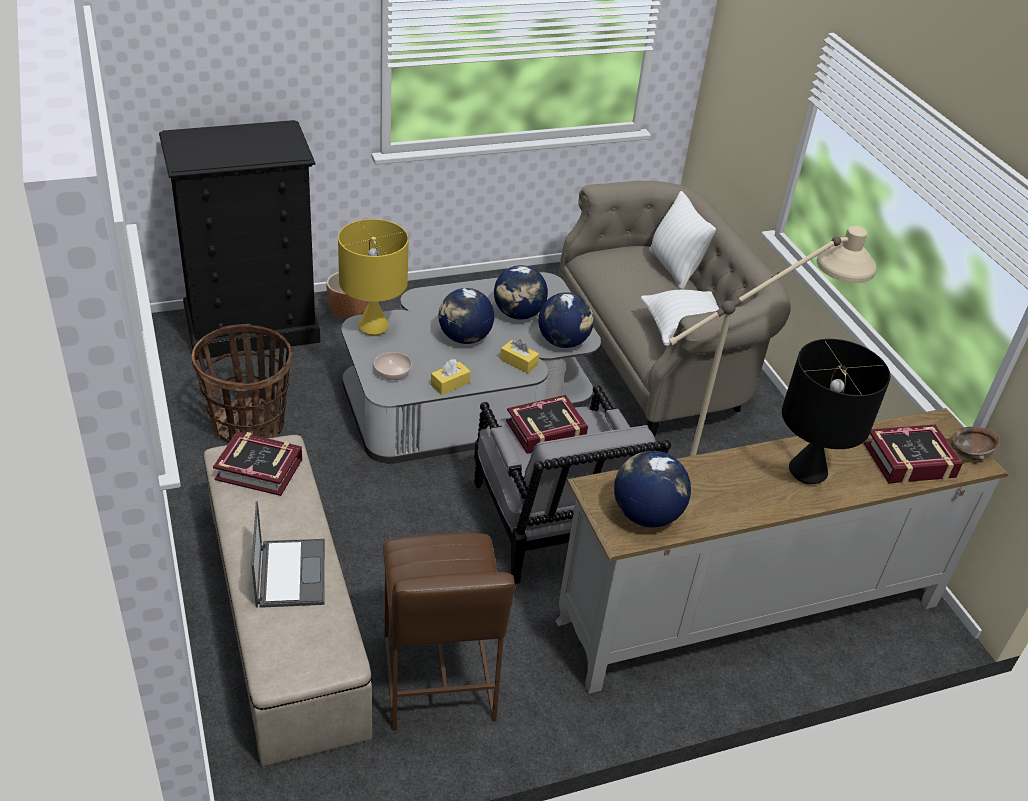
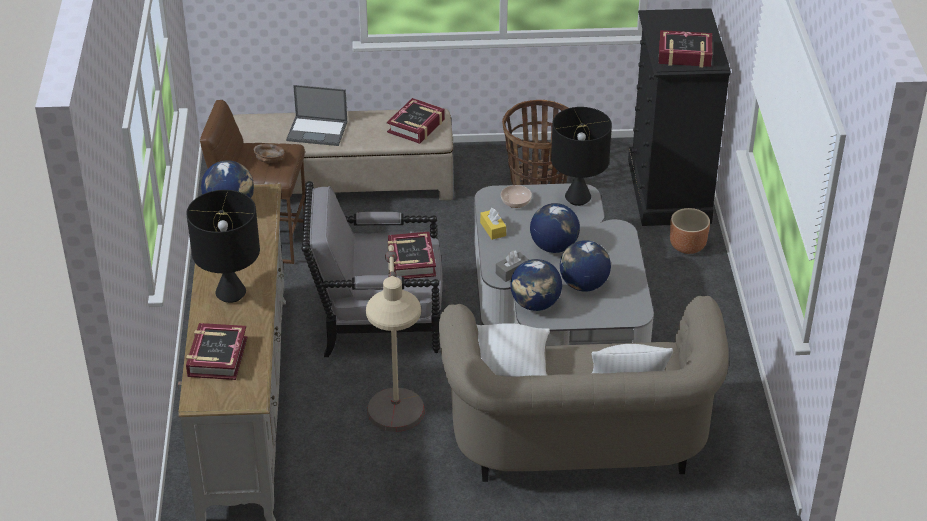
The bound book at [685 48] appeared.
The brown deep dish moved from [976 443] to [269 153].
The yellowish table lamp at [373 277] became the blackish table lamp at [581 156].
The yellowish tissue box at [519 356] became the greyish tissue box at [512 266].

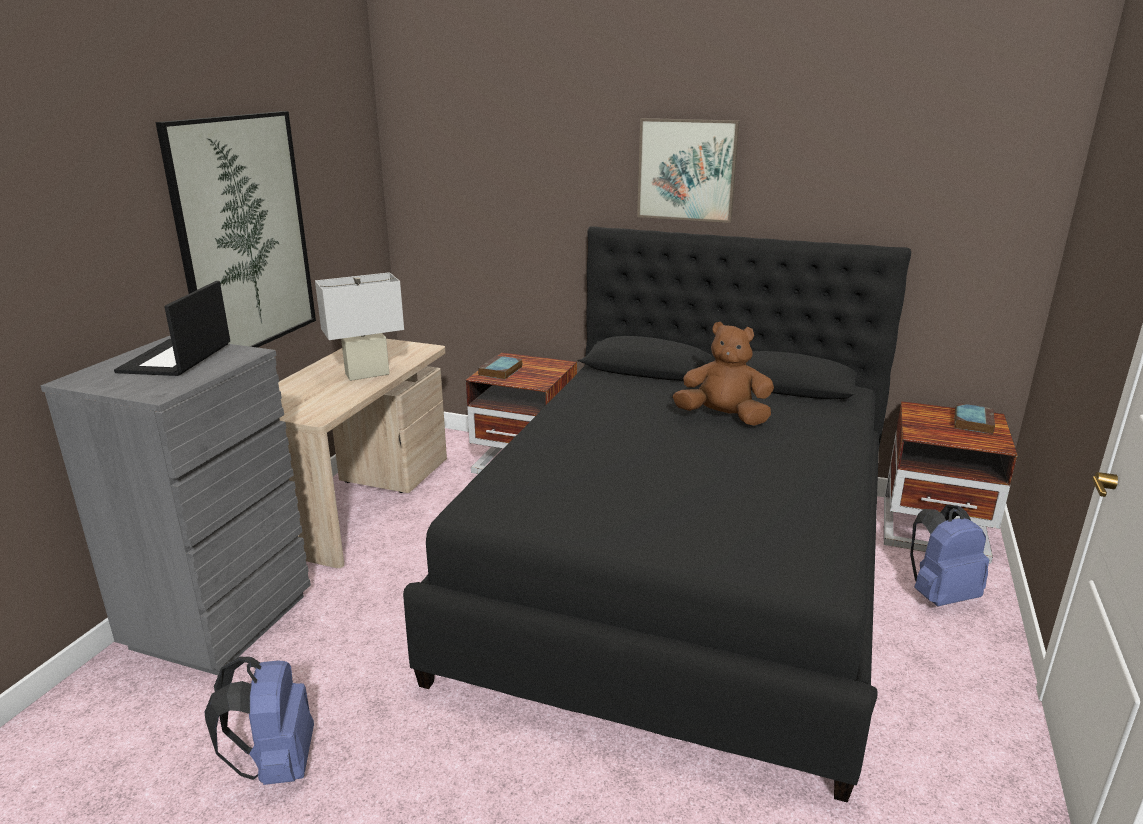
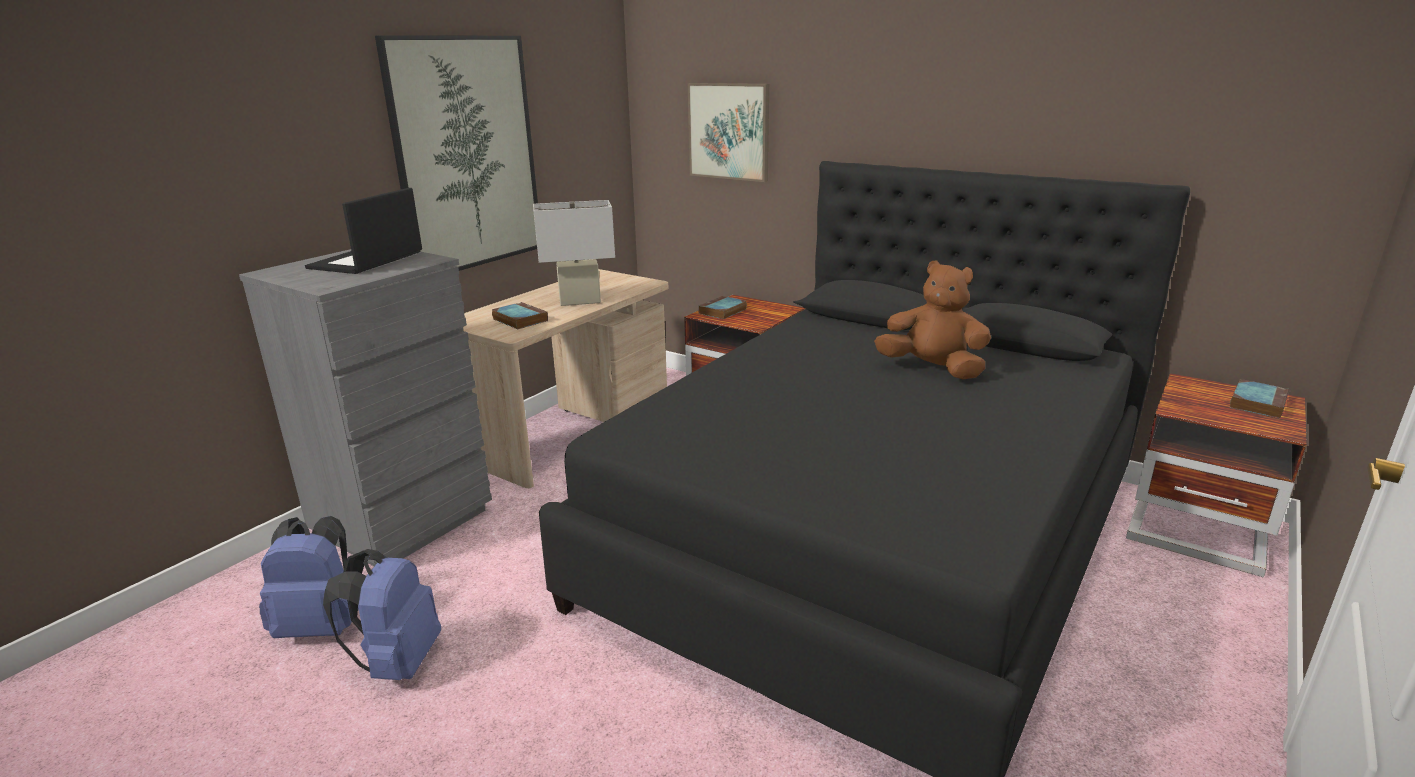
The bound book at [520 315] appeared.
The wall picture moved from [688 170] to [728 132].
The blue-coloured rucksack moved from [949 556] to [309 577].

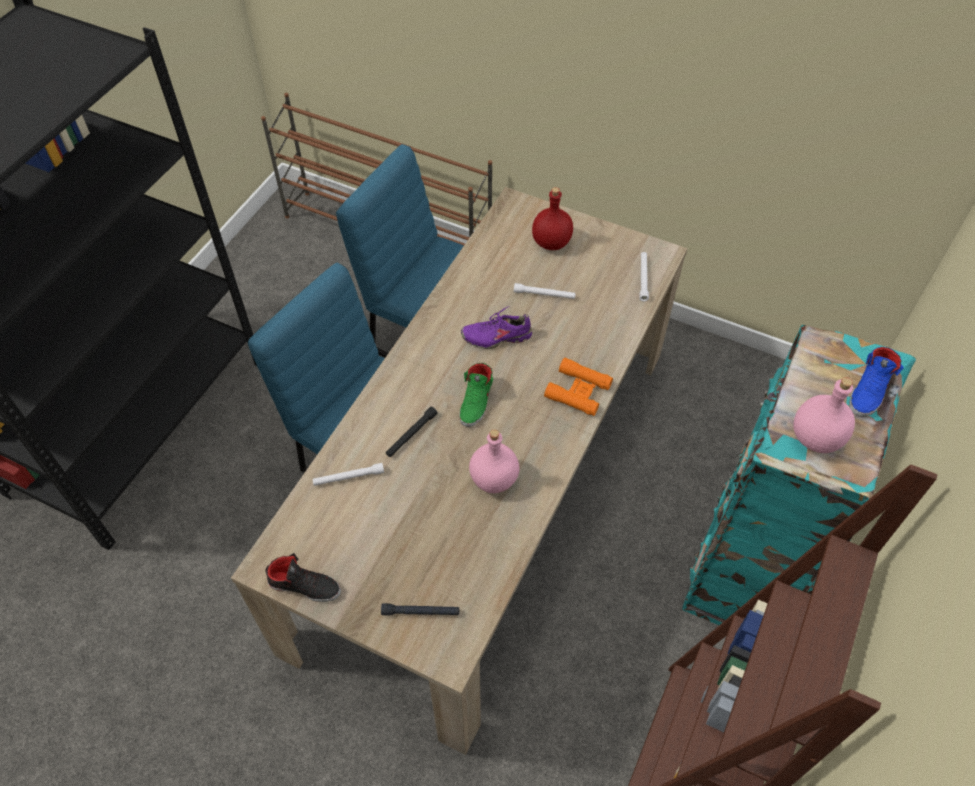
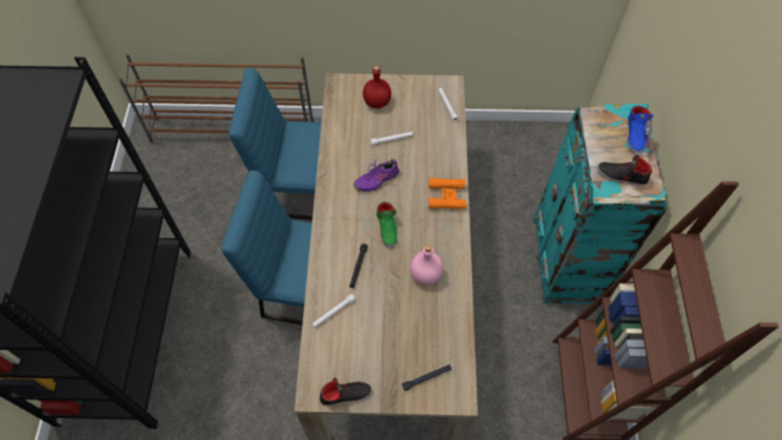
The pink bottle at [824 415] was replaced by the blackish low shoe at [624 170].

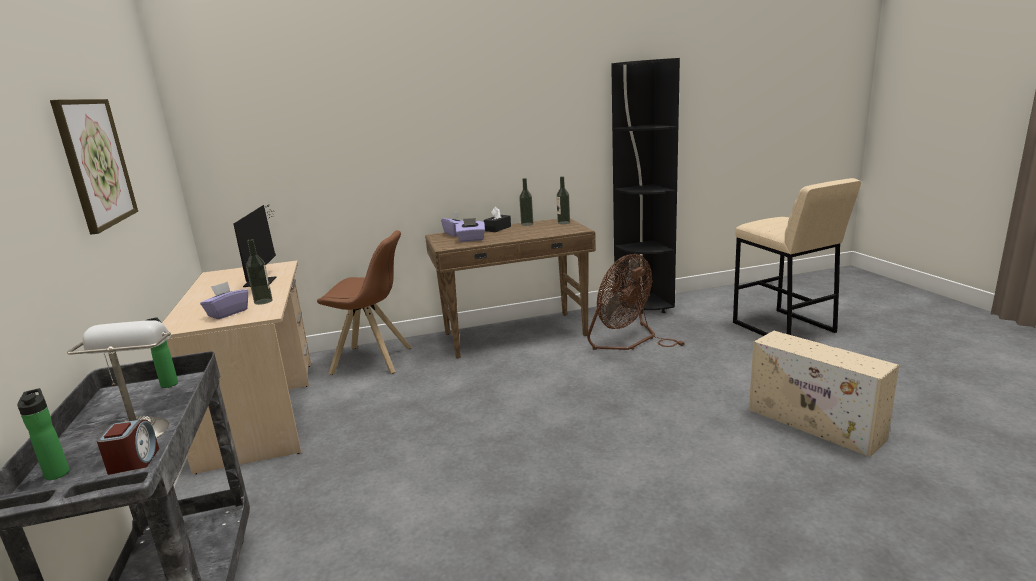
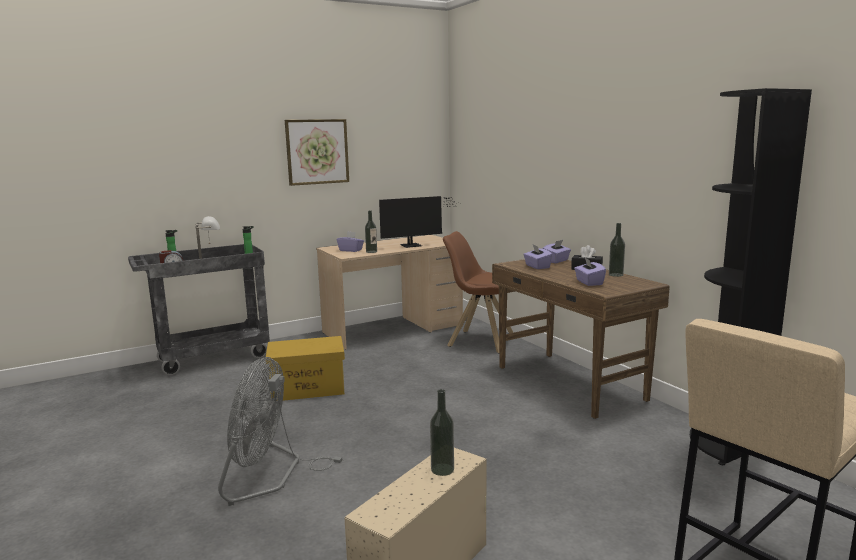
The brown cooling fan at [636 302] disappeared.
The greyish cooling fan at [281 431] appeared.
The yellowish storage container at [305 368] appeared.
The purple-coloured tissue box at [590 272] appeared.
The bottle moved from [563 200] to [442 432].
The brown plain chair at [364 302] turned 120 degrees clockwise.

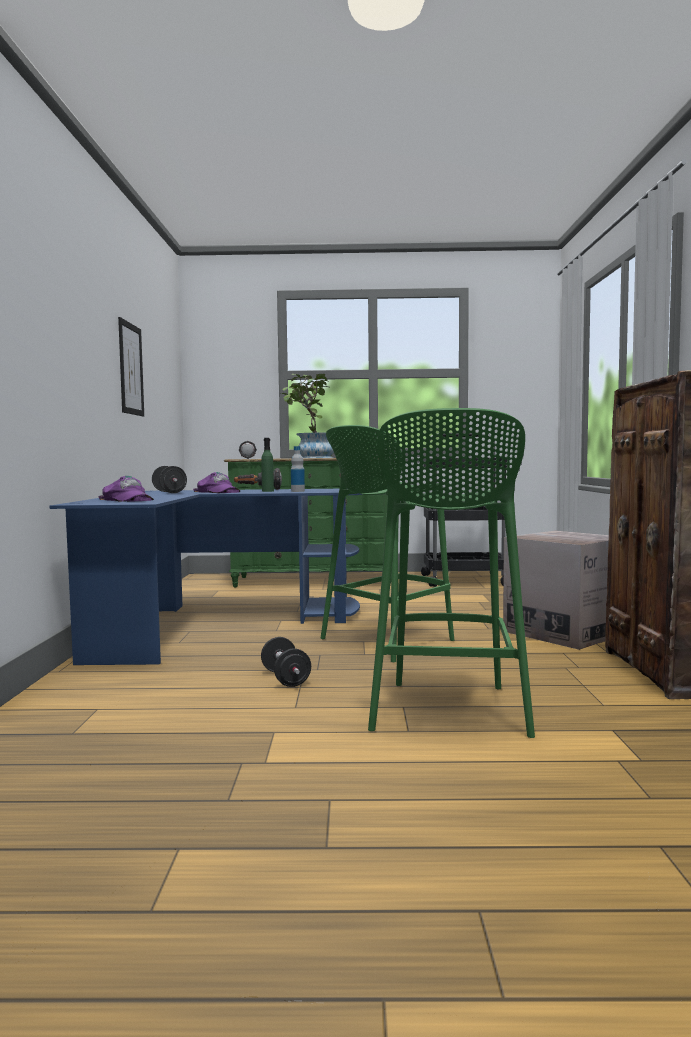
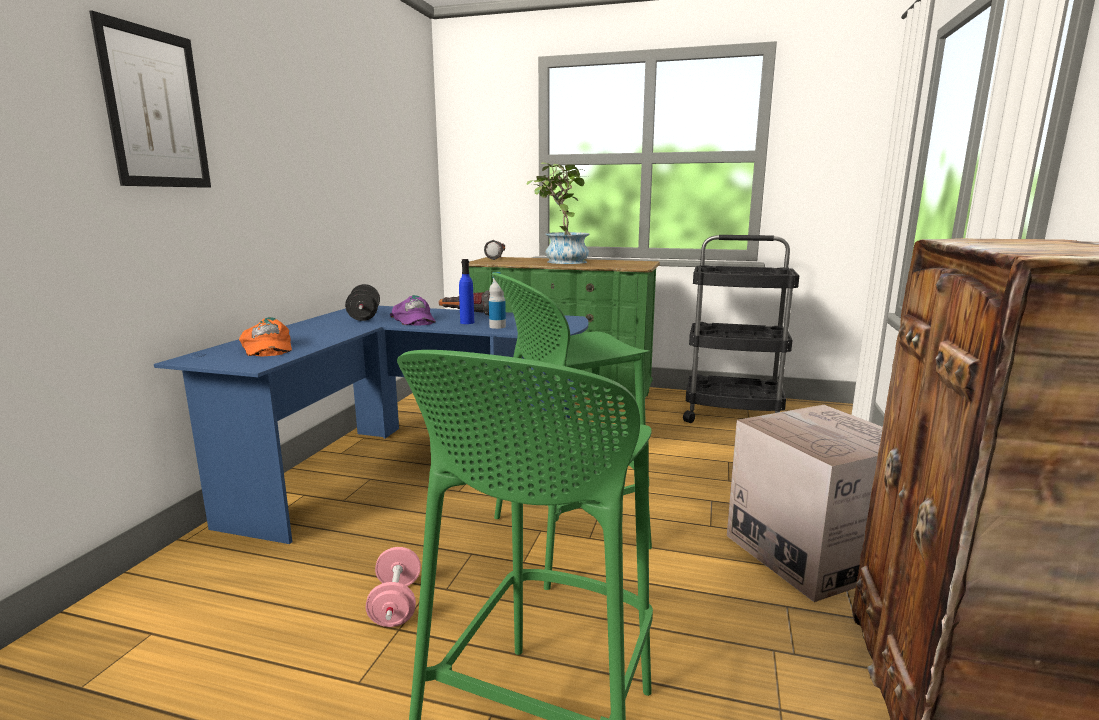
The wall picture moved from [131 366] to [150 99].
The purple-coloured peaked cap at [126 489] became the orangey peaked cap at [265 336].
The greenish bottle at [267 465] became the blue-coloured bottle at [466 291].
The blackish free weight at [286 662] became the pink free weight at [393 587].

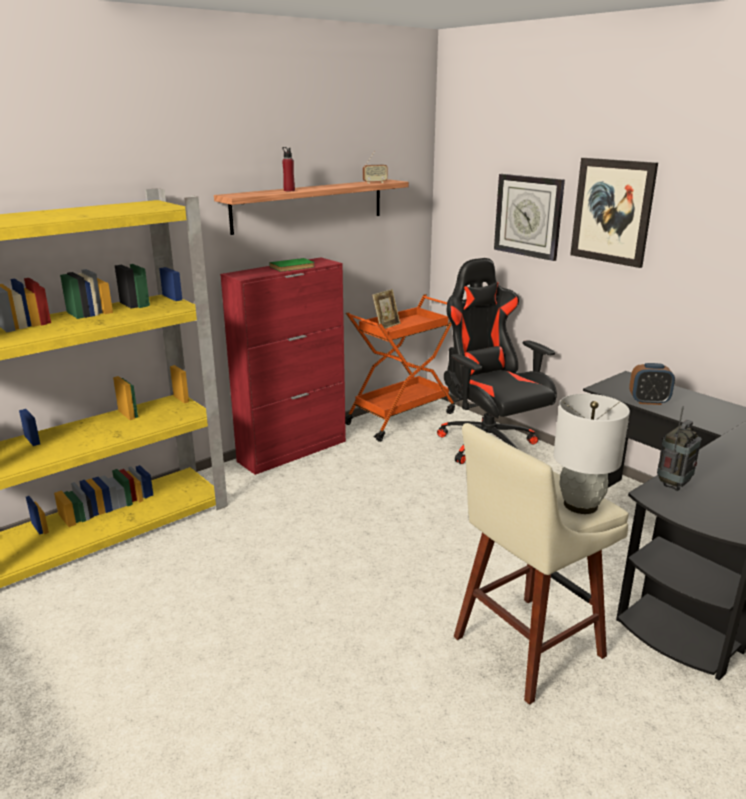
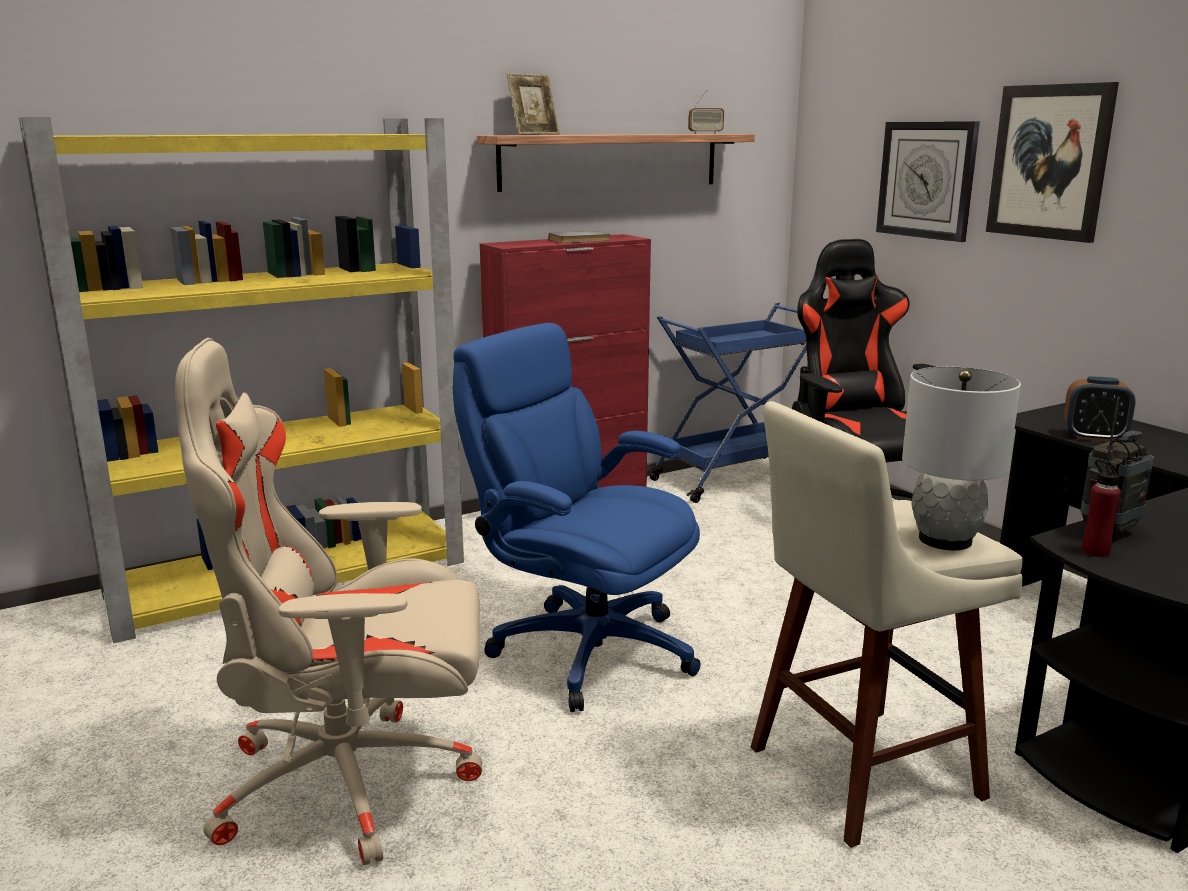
The beige-coloured computer chair at [328 601] appeared.
The blue-coloured computer chair at [576 517] appeared.
The reddish bottle moved from [288 169] to [1101 508].
The standing frame moved from [386 309] to [533 104].
The greenish bound book at [292 265] became the greyish bound book at [579 237].
The orangey cart at [399 368] became the blue-coloured cart at [727 403].

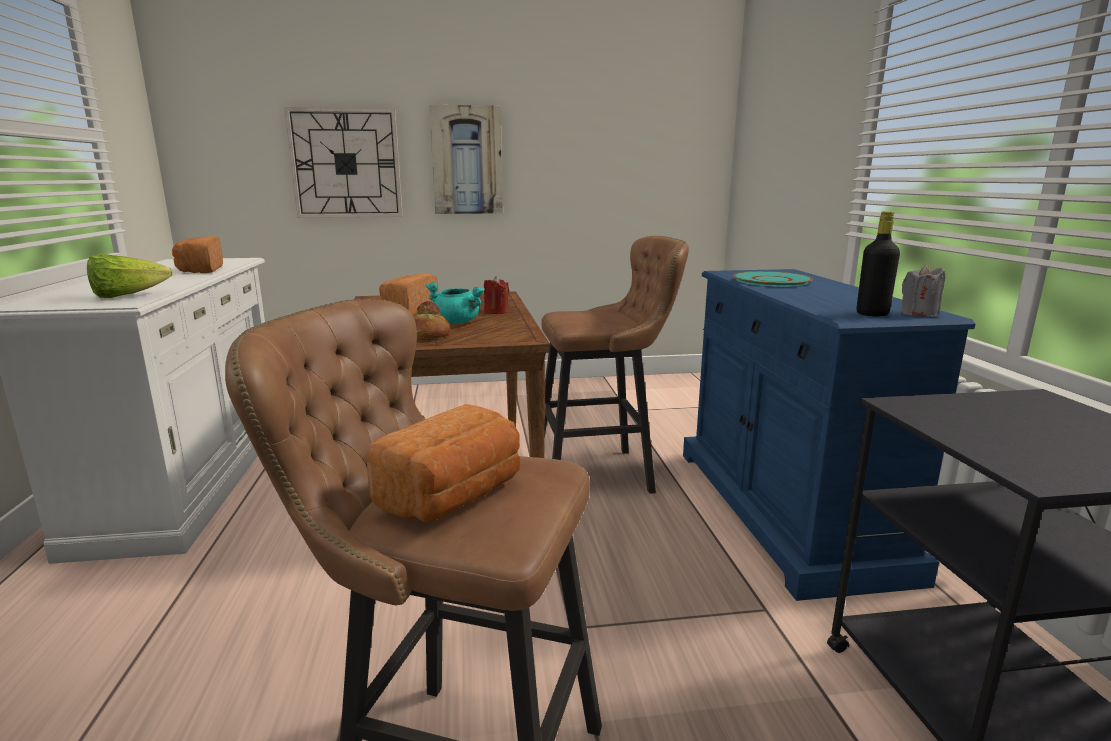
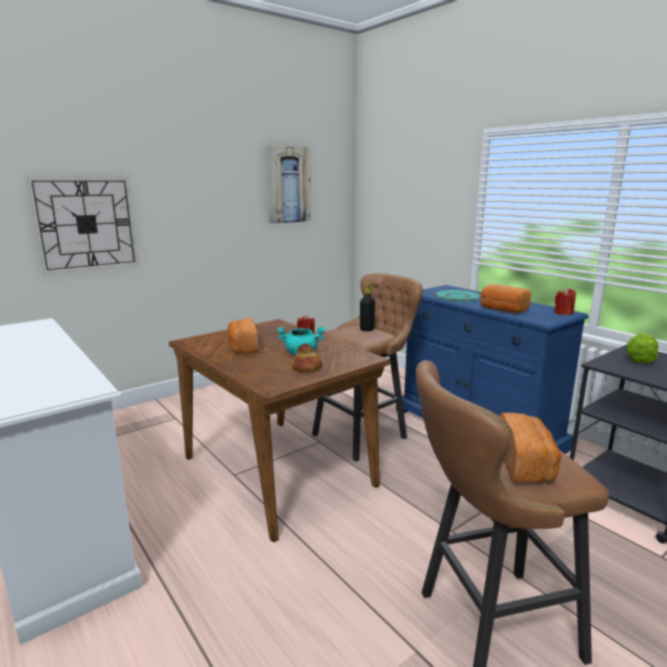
The head of lettuce moved from [130 276] to [642 348].
The bakery bread moved from [197 254] to [506 298].
The wall picture moved from [466 159] to [288 185].
The blackish bottle moved from [878 263] to [367 307].
The greyish wax candle at [922 290] became the reddish wax candle at [565 301].

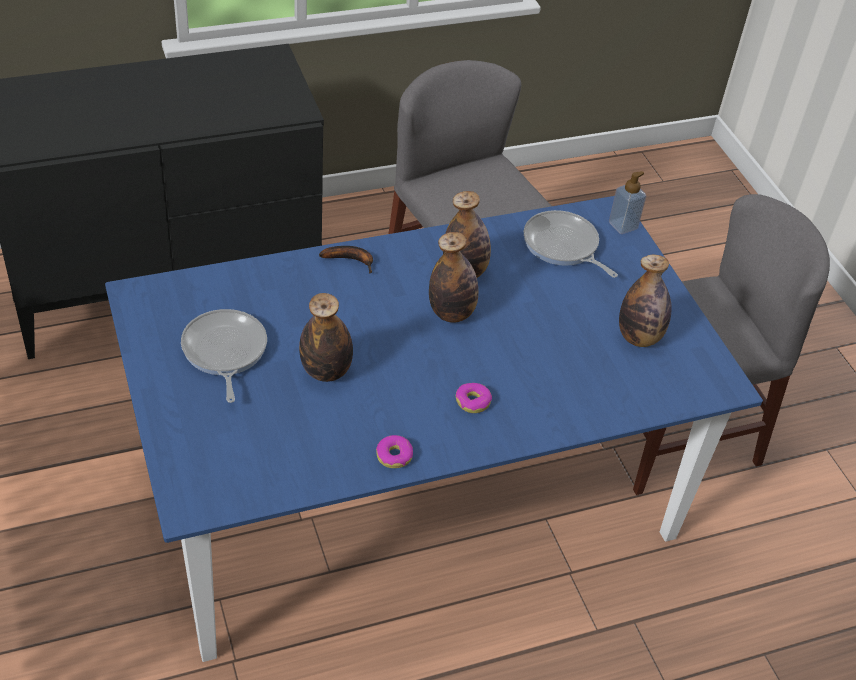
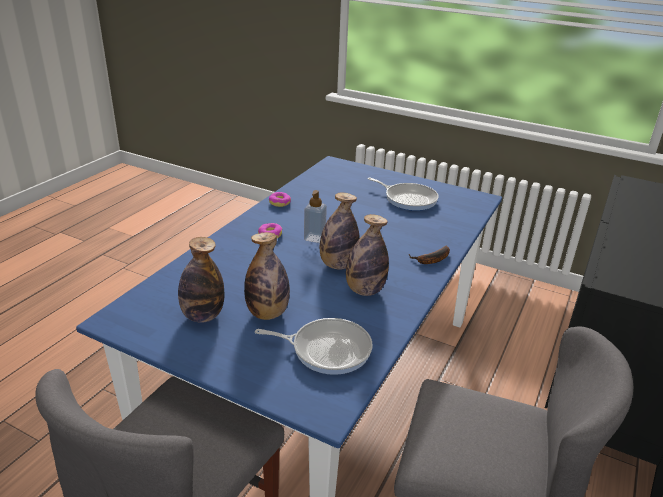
The bottle moved from [326 337] to [267 276].
The soap dispenser moved from [627 202] to [315 216].

